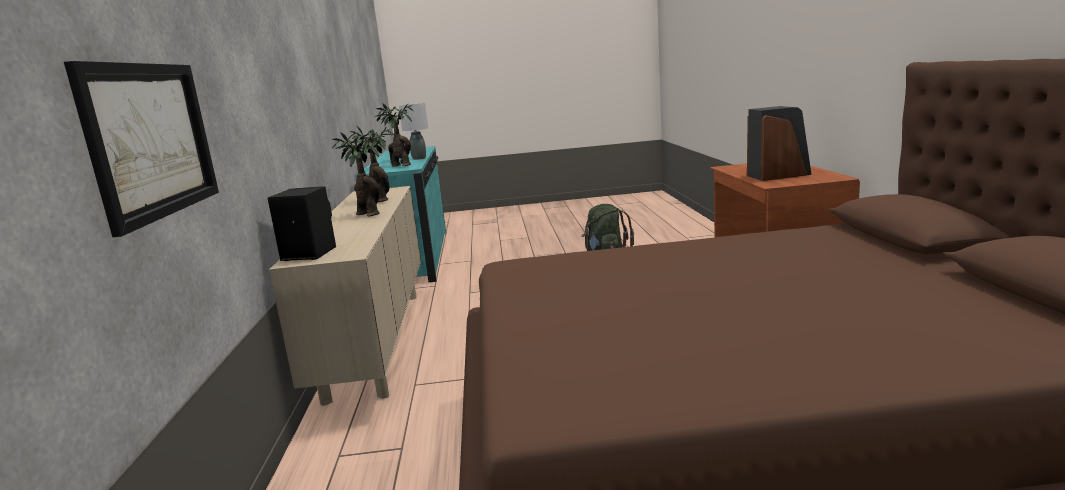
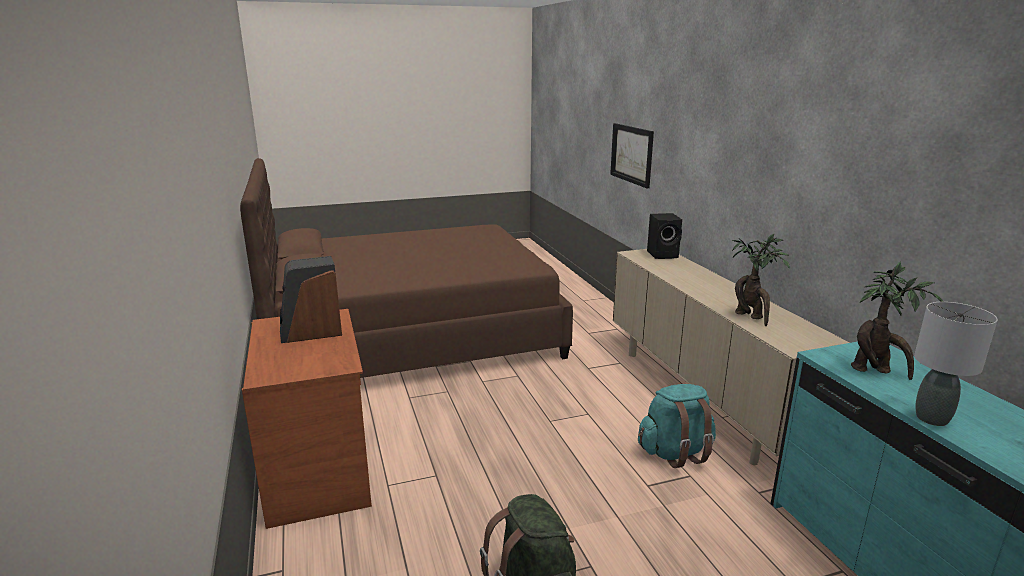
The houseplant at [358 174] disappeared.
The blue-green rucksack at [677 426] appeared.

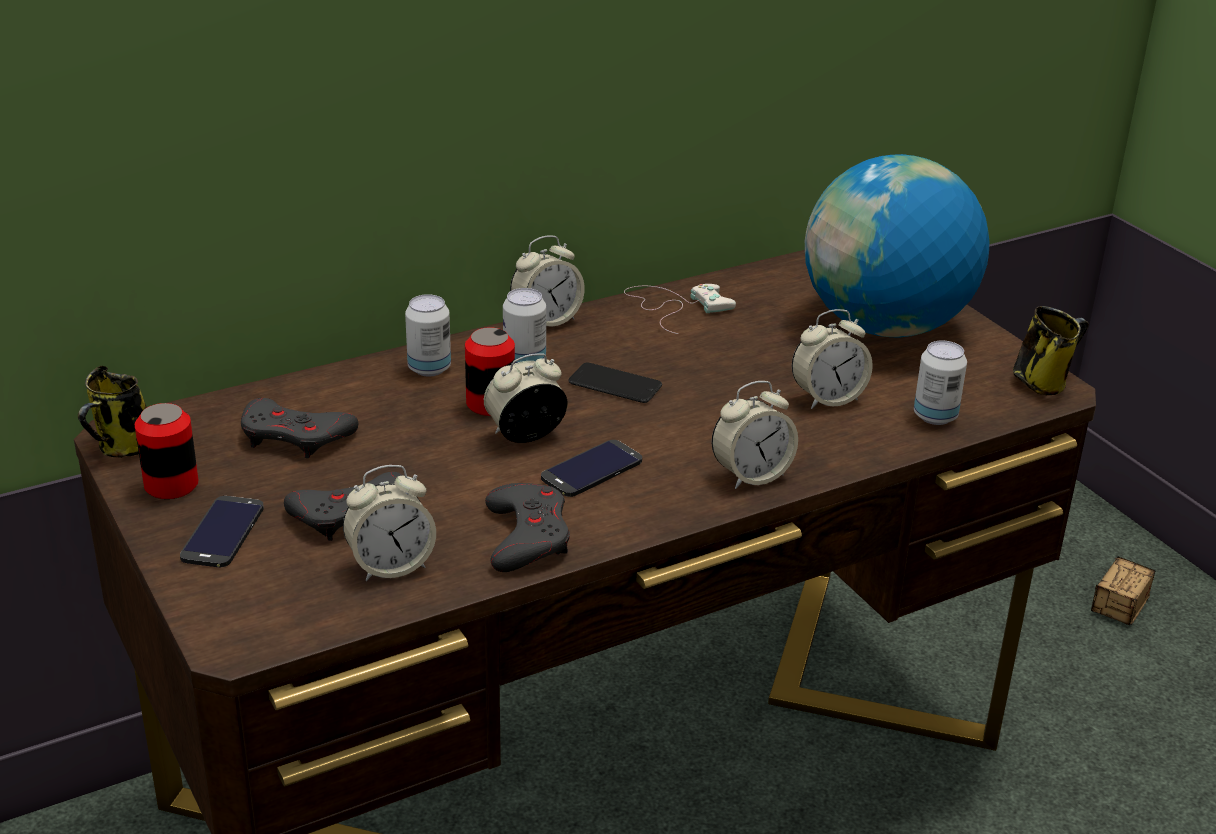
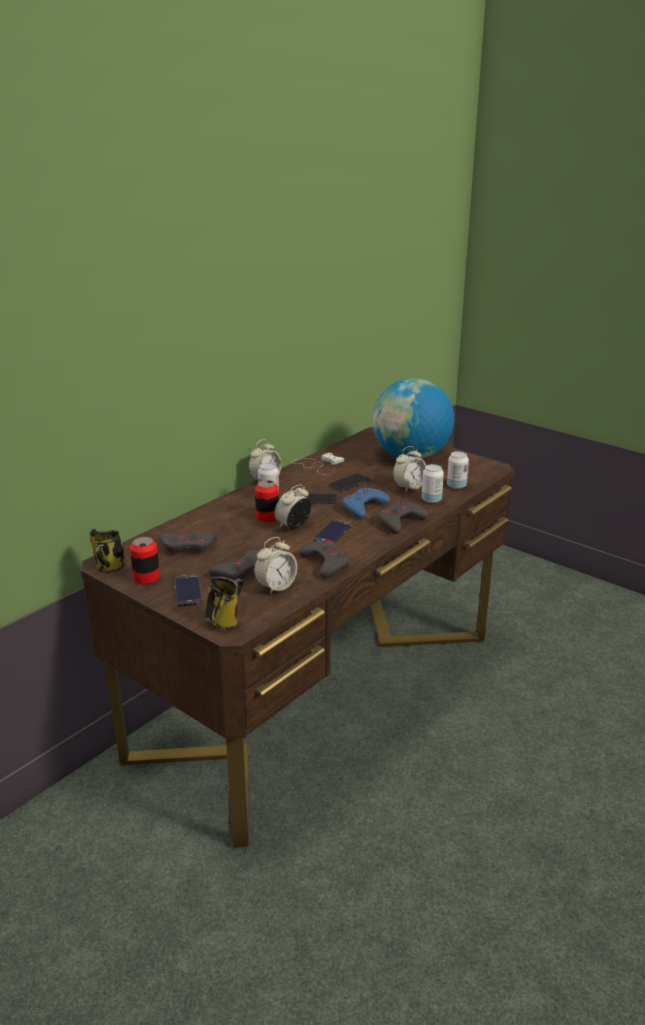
The storage container at [1123 591] disappeared.
The handset at [350 482] appeared.
The blue-coloured game controller at [366 503] appeared.
The metal can moved from [428 335] to [433 483].
The coffee mug moved from [1051 350] to [224 603].
The table clock at [755 435] was replaced by the greyish game controller at [403 517].

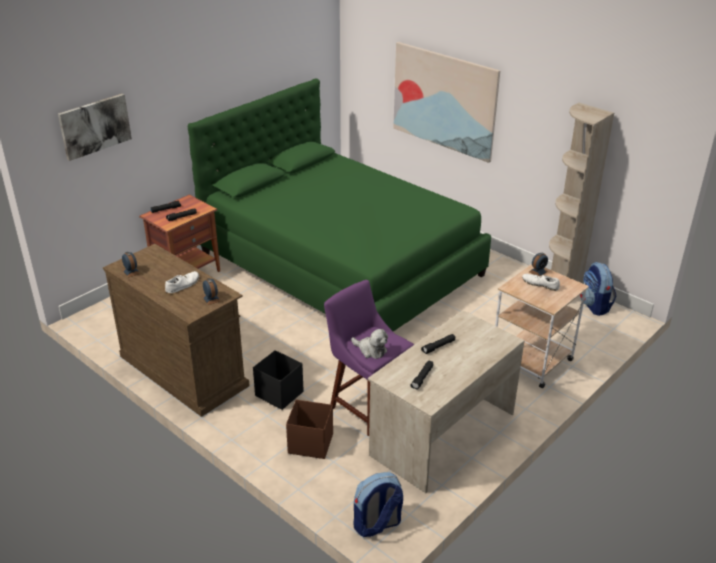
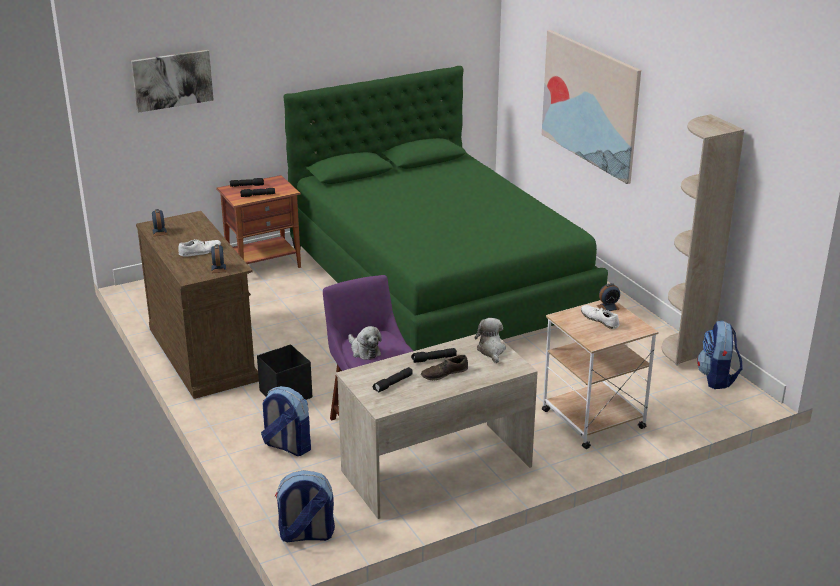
The brown low shoe at [444 367] appeared.
The cuddly toy at [490 340] appeared.
The brown storage container at [309 429] was replaced by the rucksack at [286 421].

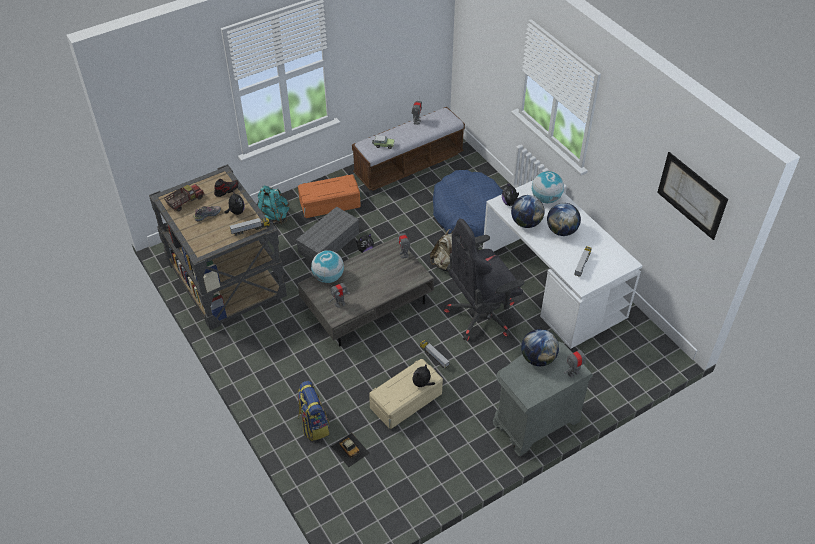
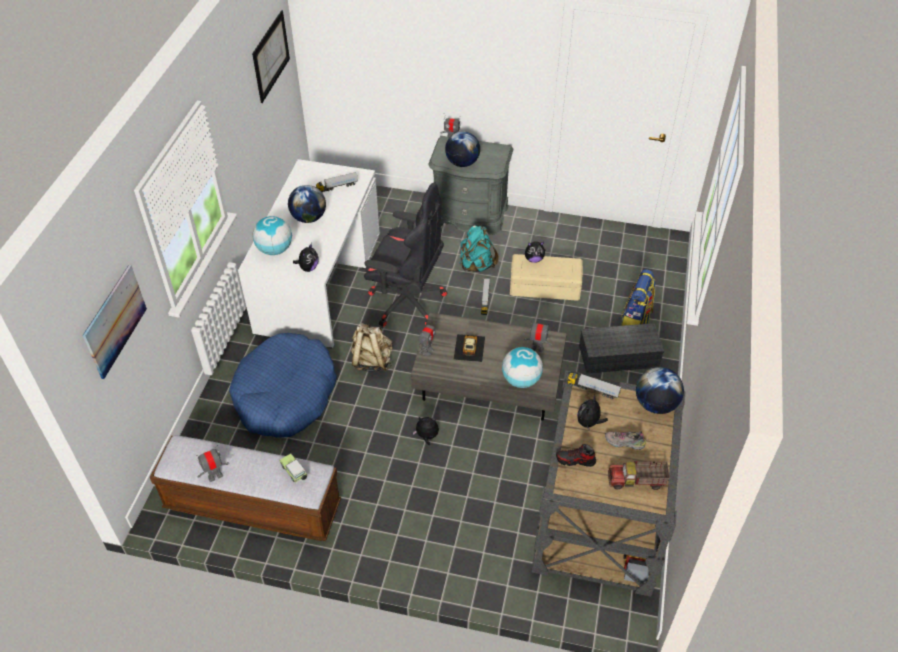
The orangey storage container at [329 196] disappeared.
The wall picture at [115 322] appeared.
The blue-green rucksack moved from [273 205] to [479 248].
The greyish storage container moved from [327 234] to [621 348].
The toy car moved from [350 450] to [469 348].
The globe moved from [528 211] to [660 390].

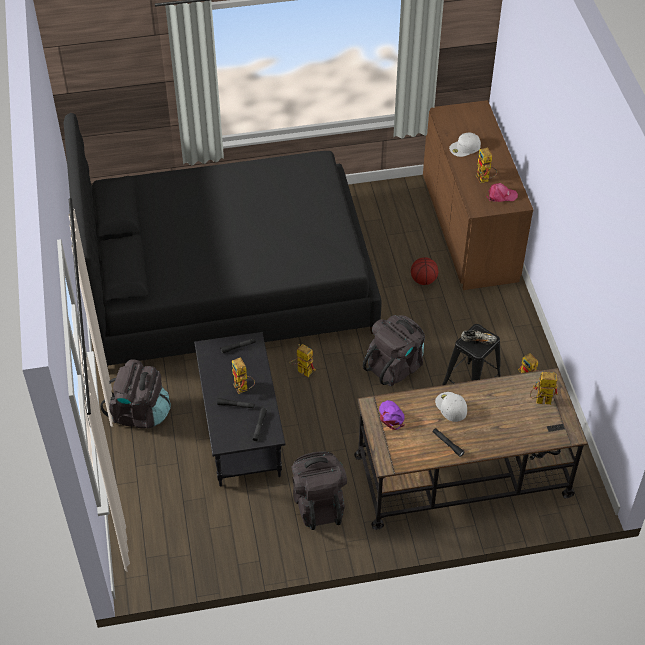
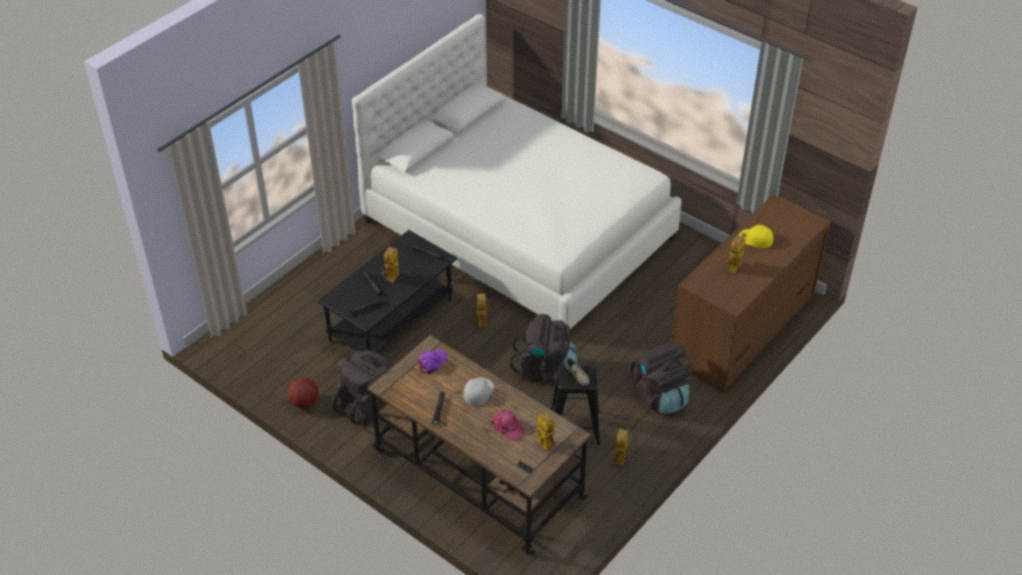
The blackish rucksack moved from [135 393] to [661 378].
The ball for basketball moved from [424 271] to [303 393].
The pink peaked cap moved from [502 192] to [508 425].
The blackish sleeping bed at [222 240] became the white-coloured sleeping bed at [517 171].
The white-coloured peaked cap at [465 144] became the yellowish peaked cap at [756 236].

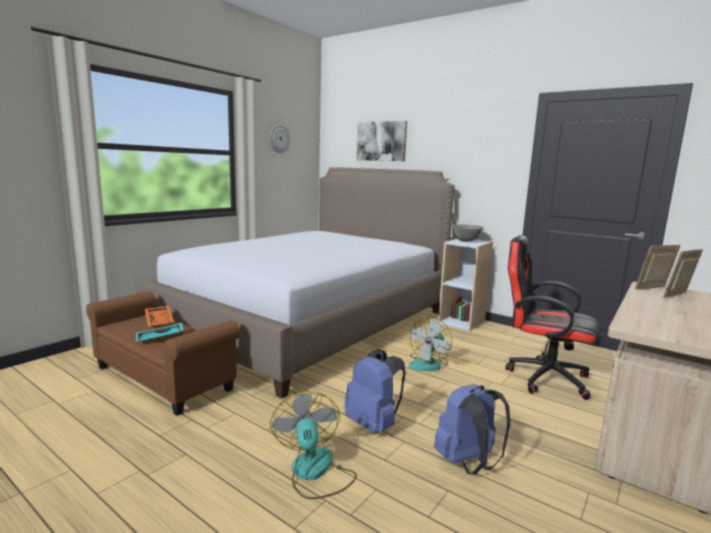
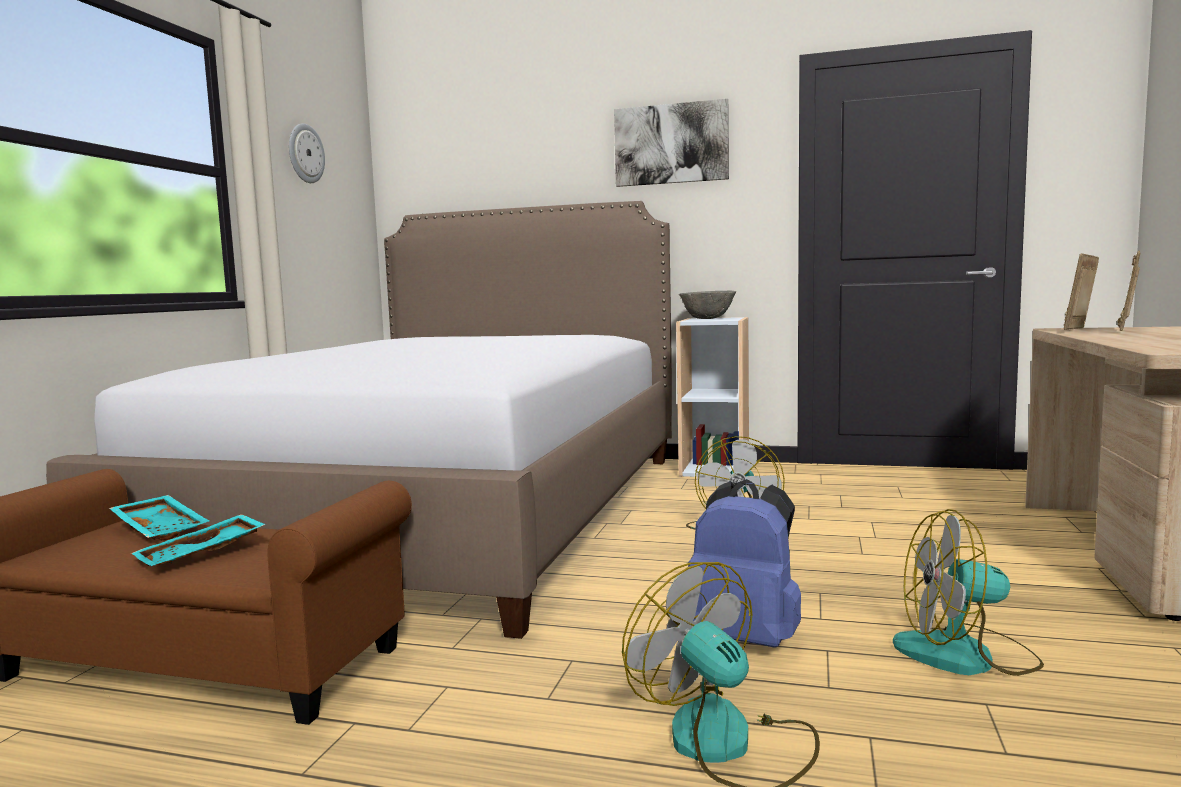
The blackish computer chair at [552 317] disappeared.
The wall picture moved from [382 141] to [671 143].
The blue-coloured rucksack at [472 429] was replaced by the cooling fan at [968 592].
The orangey carrying tray at [159 317] became the blue-green carrying tray at [159 518].

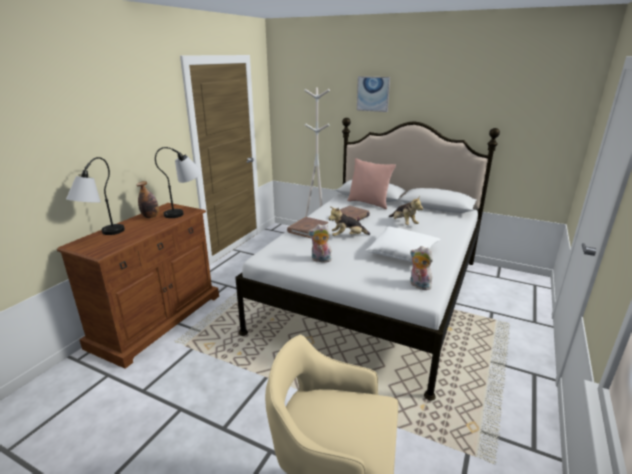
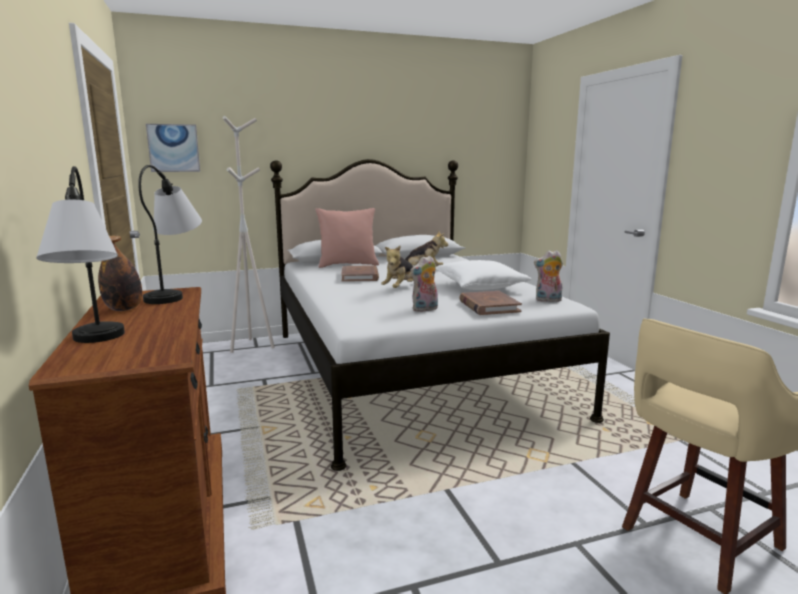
The brown bound book moved from [307 227] to [490 303].
The wall picture moved from [373 94] to [173 148].

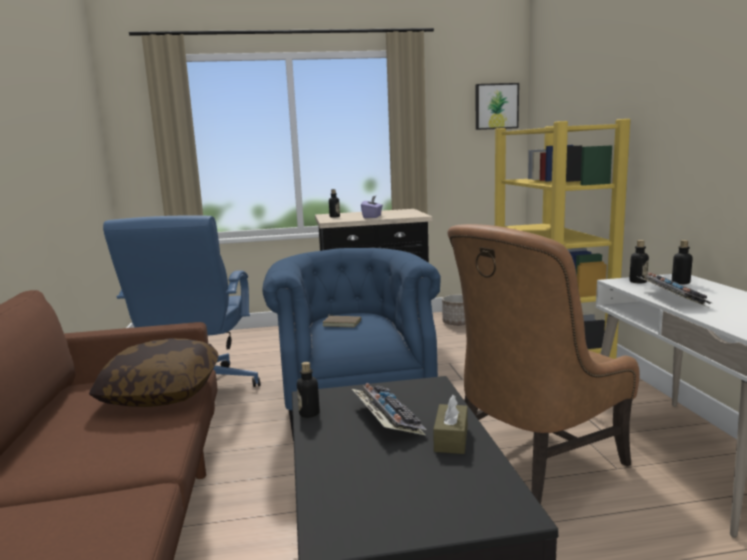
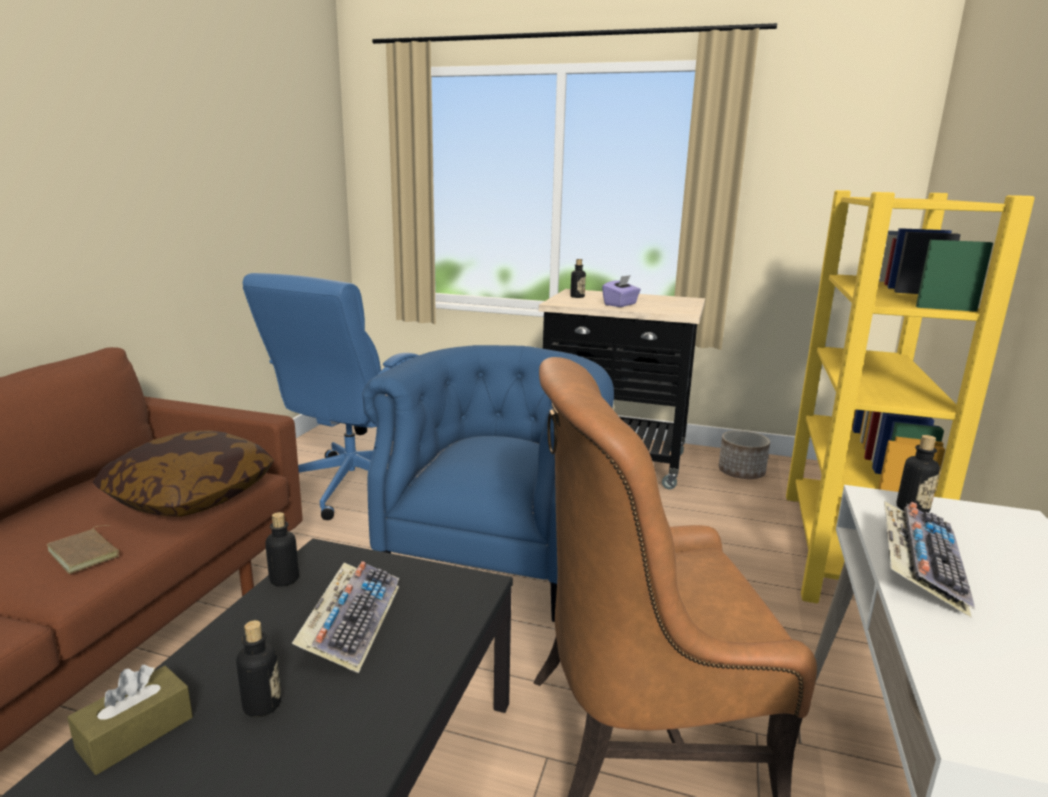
The wall picture at [497 106] disappeared.
The brown bound book moved from [341 320] to [82 549].
The brown tissue box moved from [450 424] to [130 719].
The bottle moved from [682 262] to [258 668].

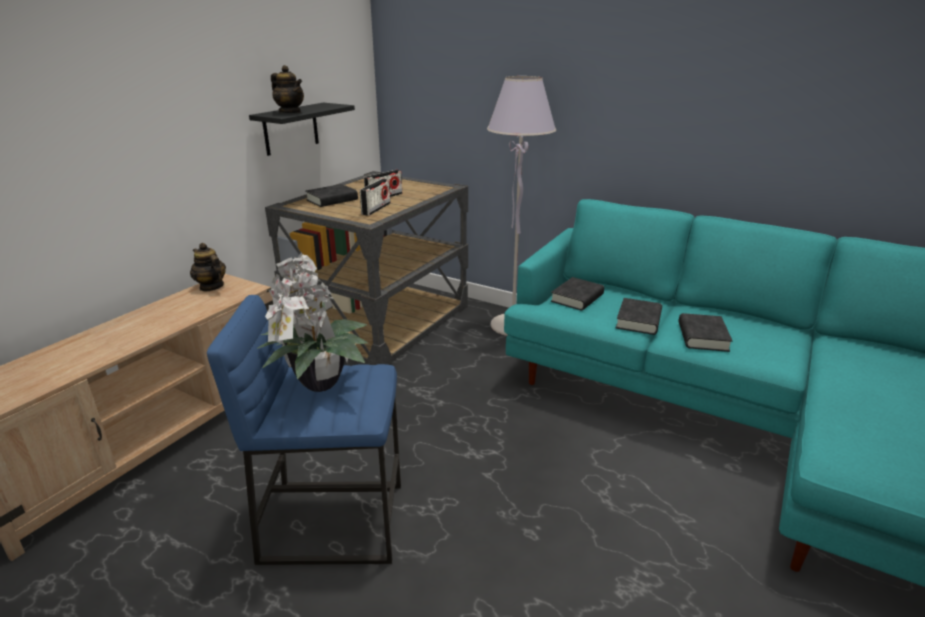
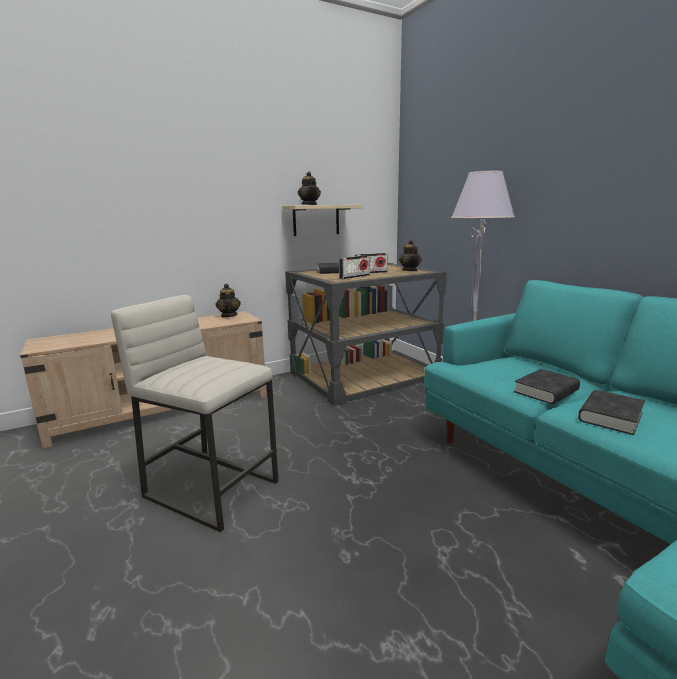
The houseplant at [312 322] disappeared.
The blackish bound book at [577 294] disappeared.
The pot for tea at [410 255] appeared.
The blue-coloured sitting stool at [304 430] became the beige-coloured sitting stool at [194 413].
The blackish bracket shelf at [302 129] became the beige-coloured bracket shelf at [322 220].

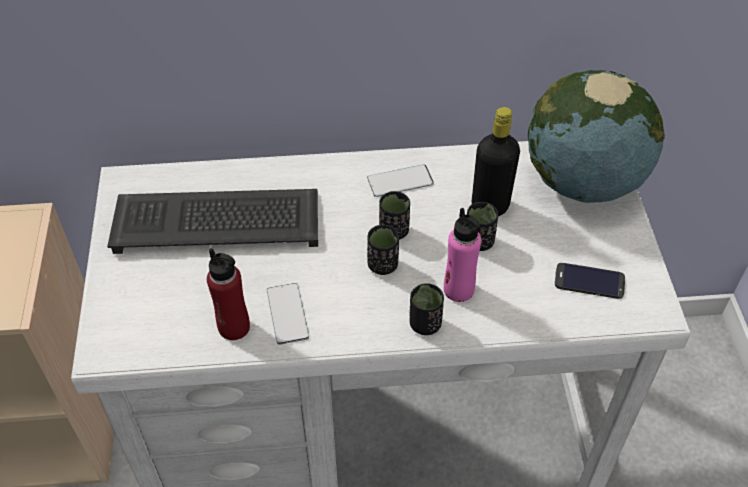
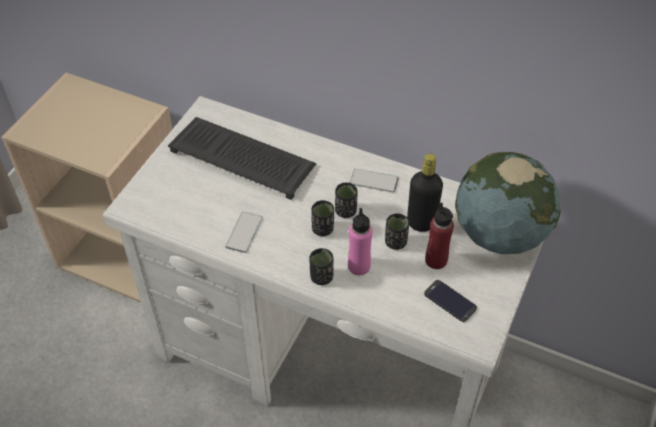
The reddish bottle moved from [228 294] to [439 235].

